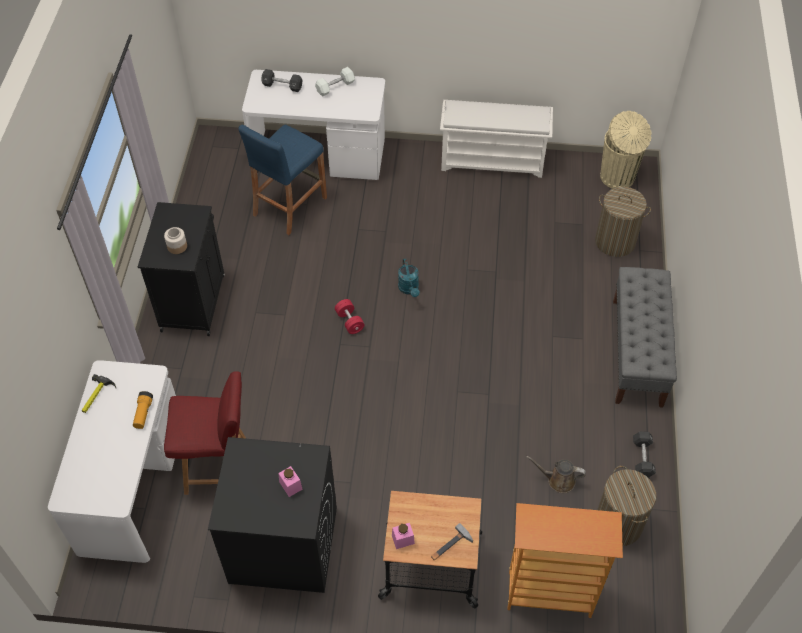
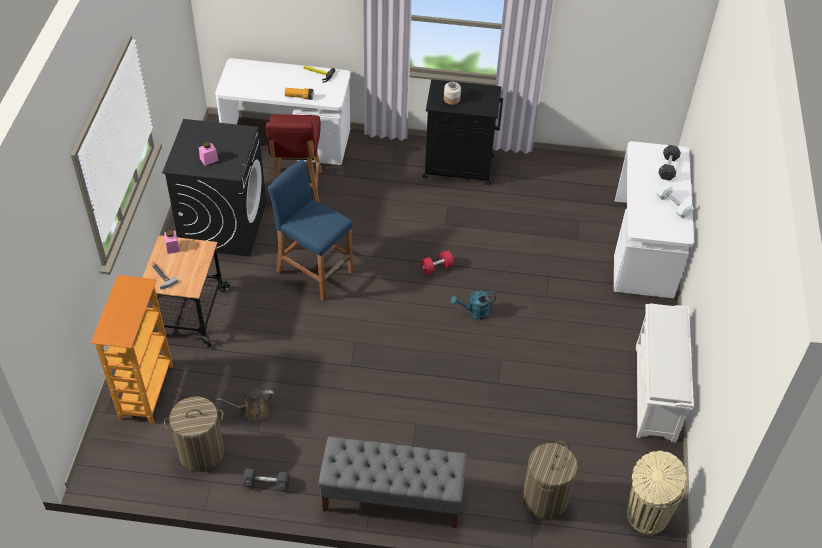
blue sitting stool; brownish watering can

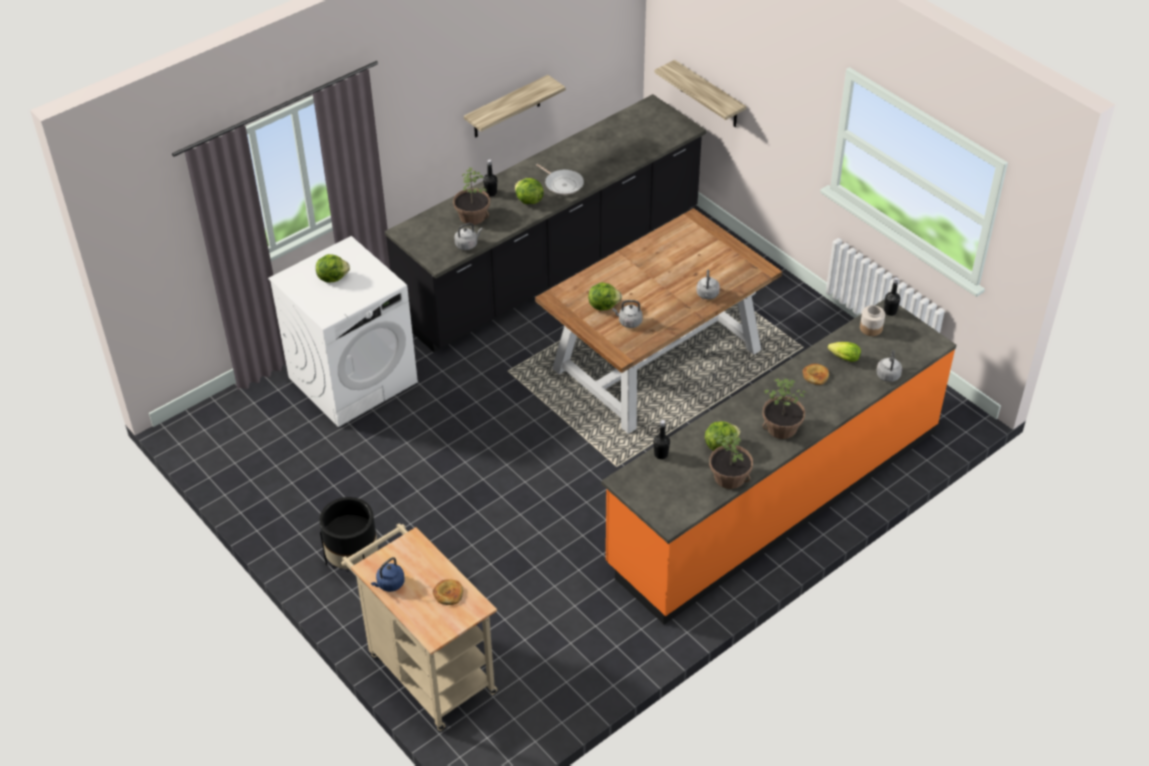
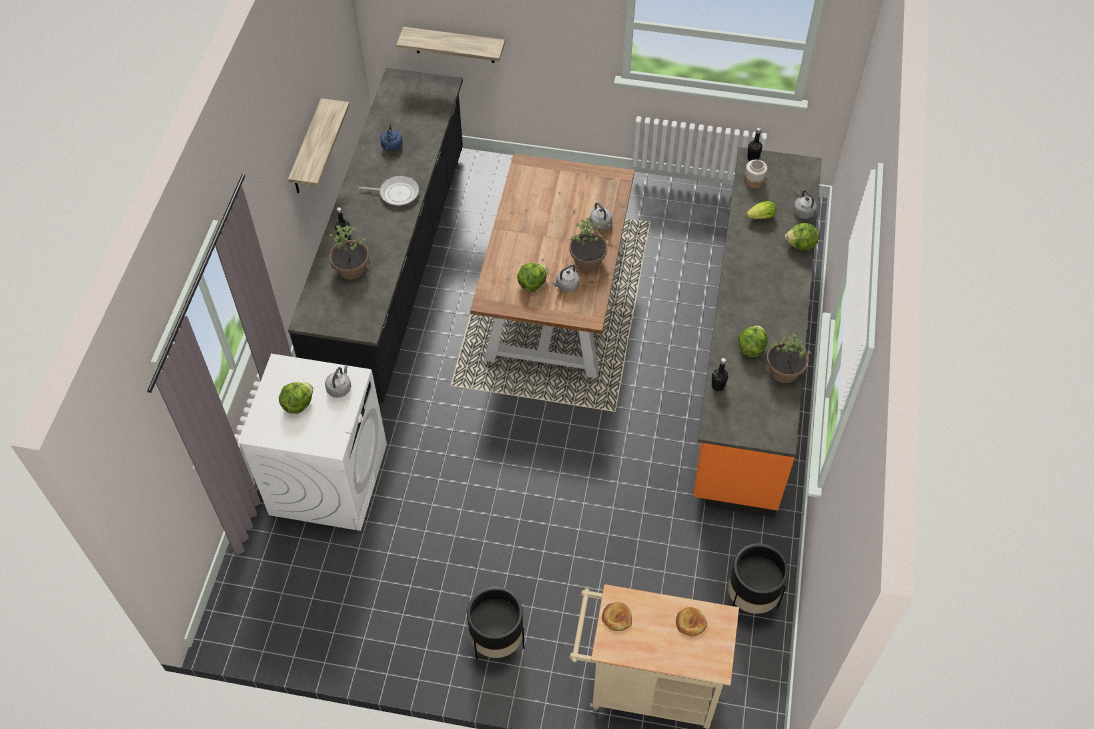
lettuce head (no. 5 from left); gray water kettle (no. 1 from left); bread (no. 1 from left); houseplant (no. 2 from left); blue water kettle; blackish plant pot (no. 2 from left)

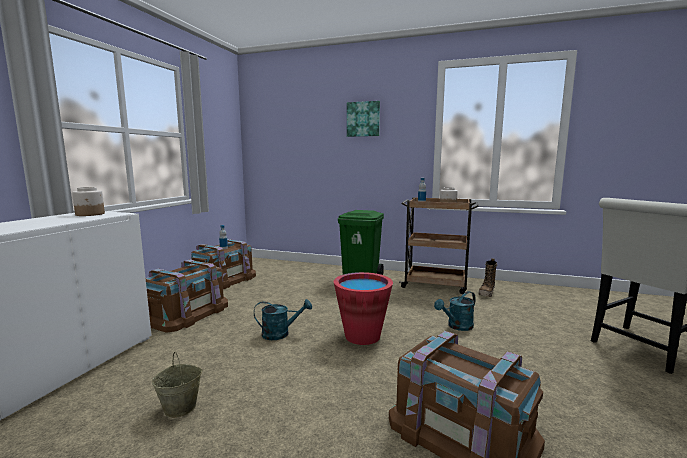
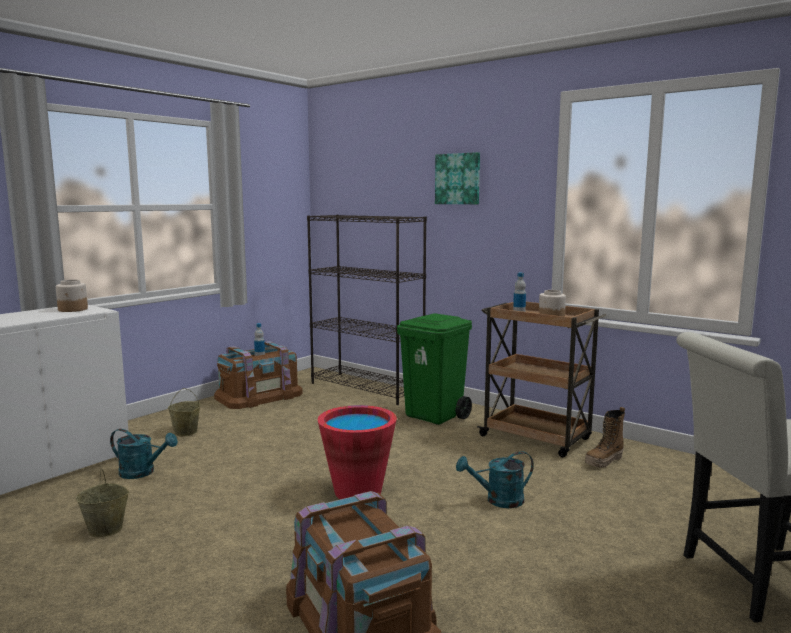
sand-coloured water bucket (no. 2 from left); blue-green watering can (no. 1 from left); blackish bookcase

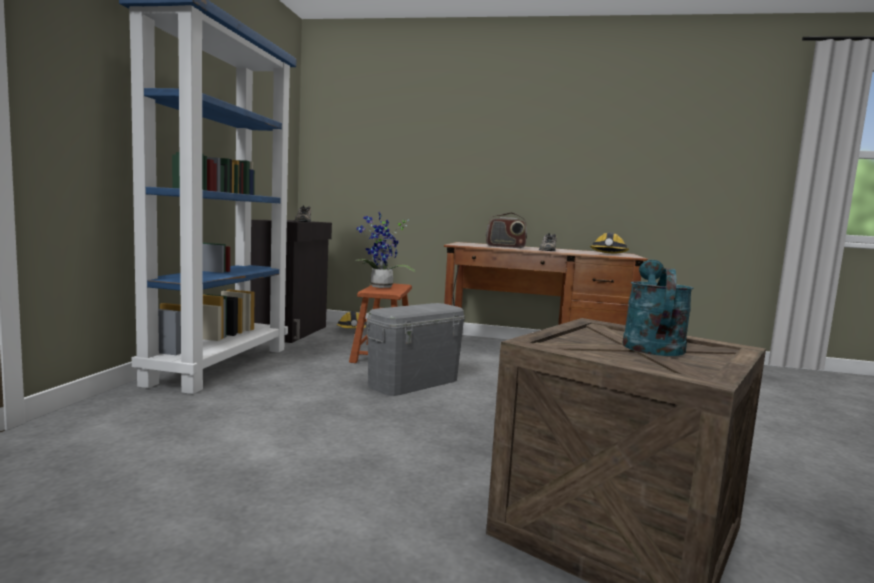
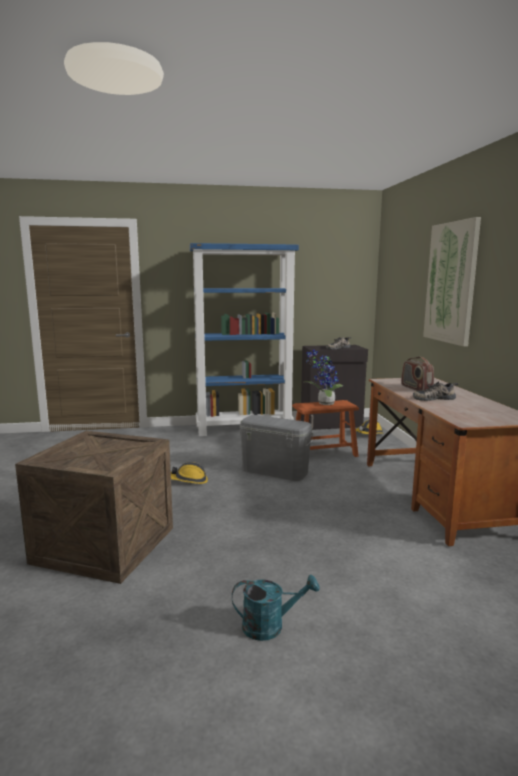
safety helmet (no. 1 from left); blue-green watering can; wall art

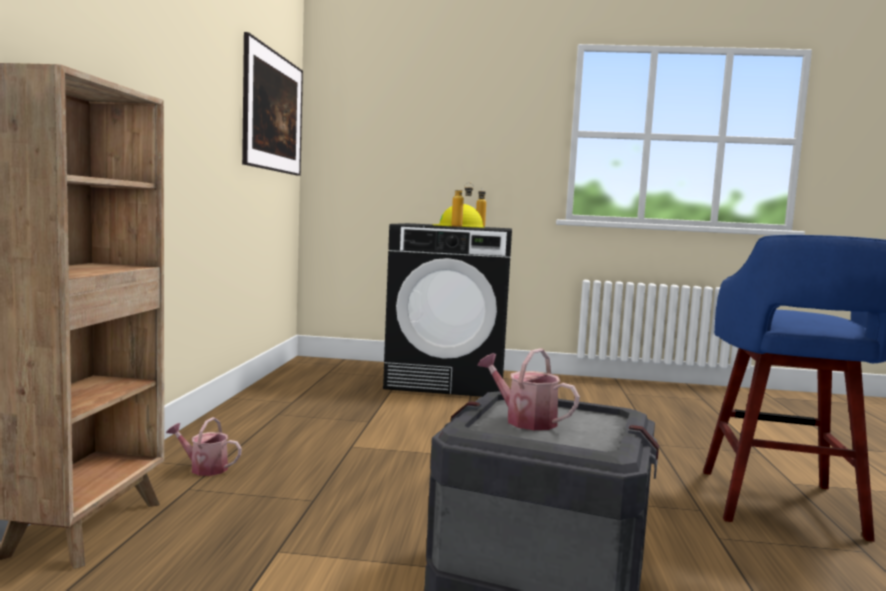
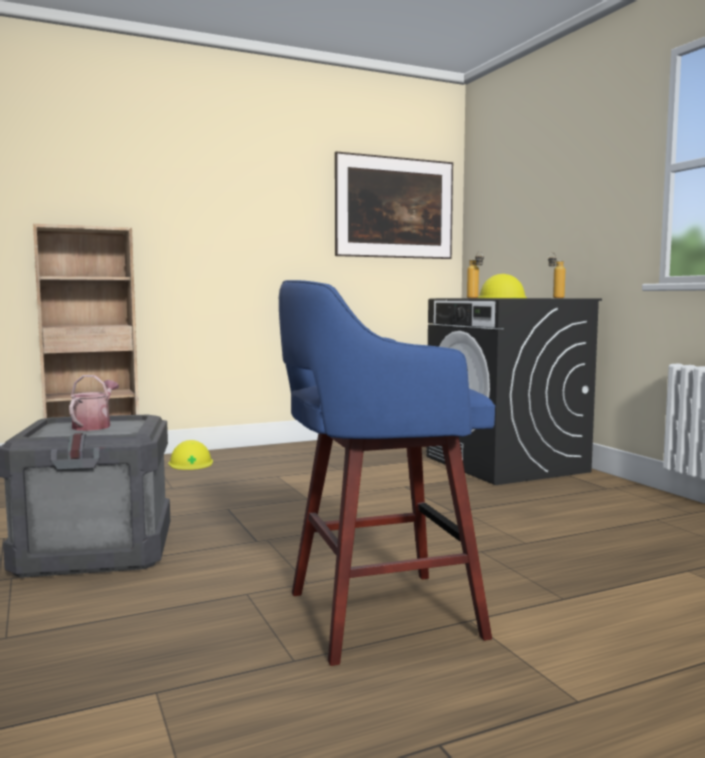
yellow safety helmet (no. 1 from left)

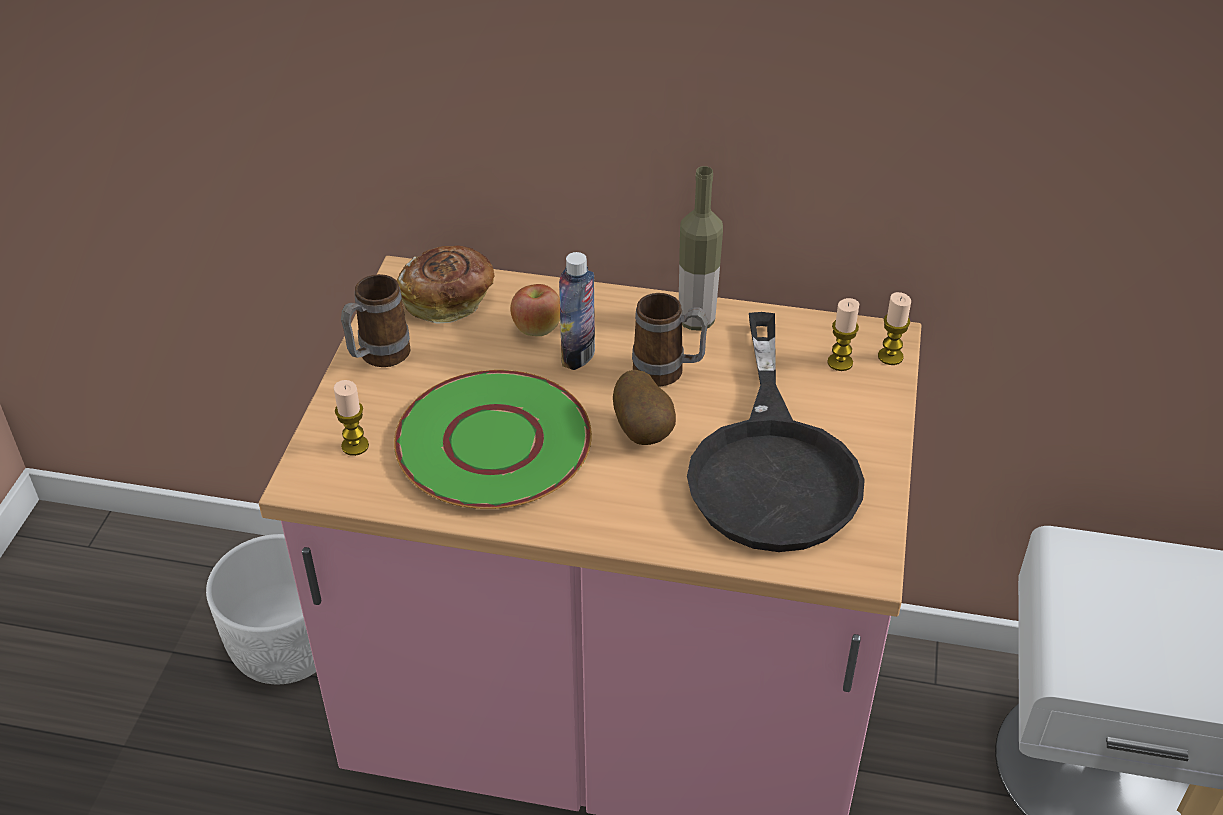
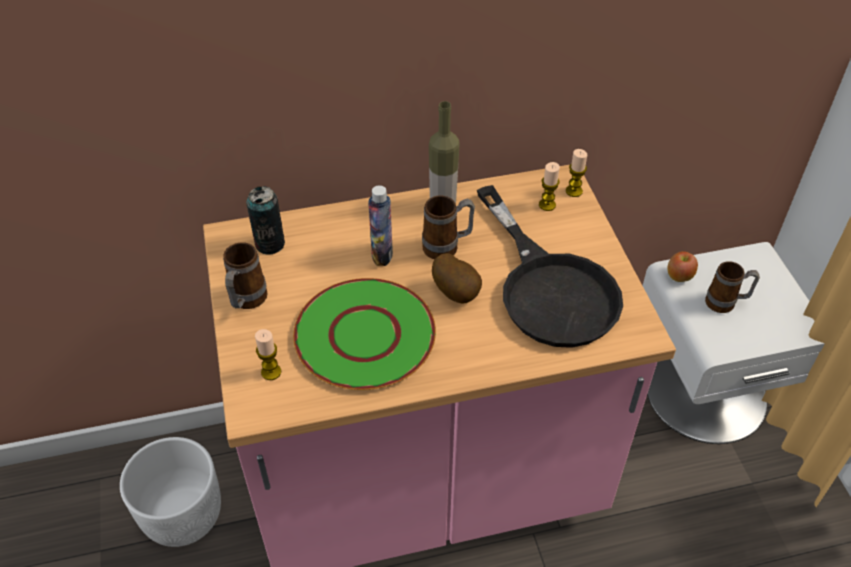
sealed can; apple fruit; tea mug (no. 3 from left)

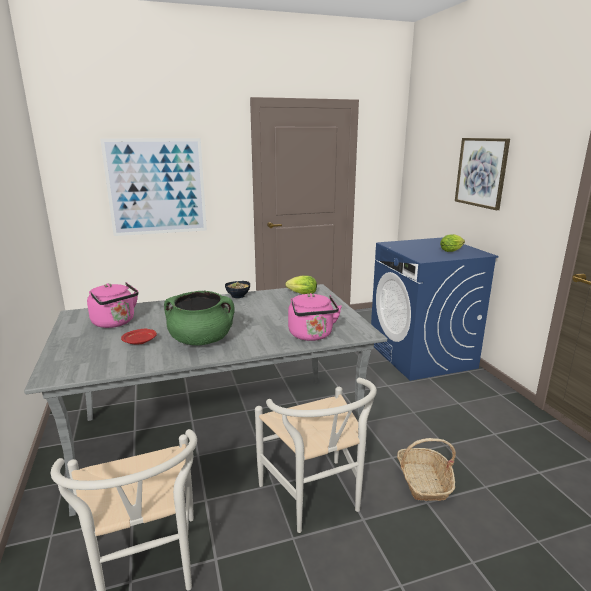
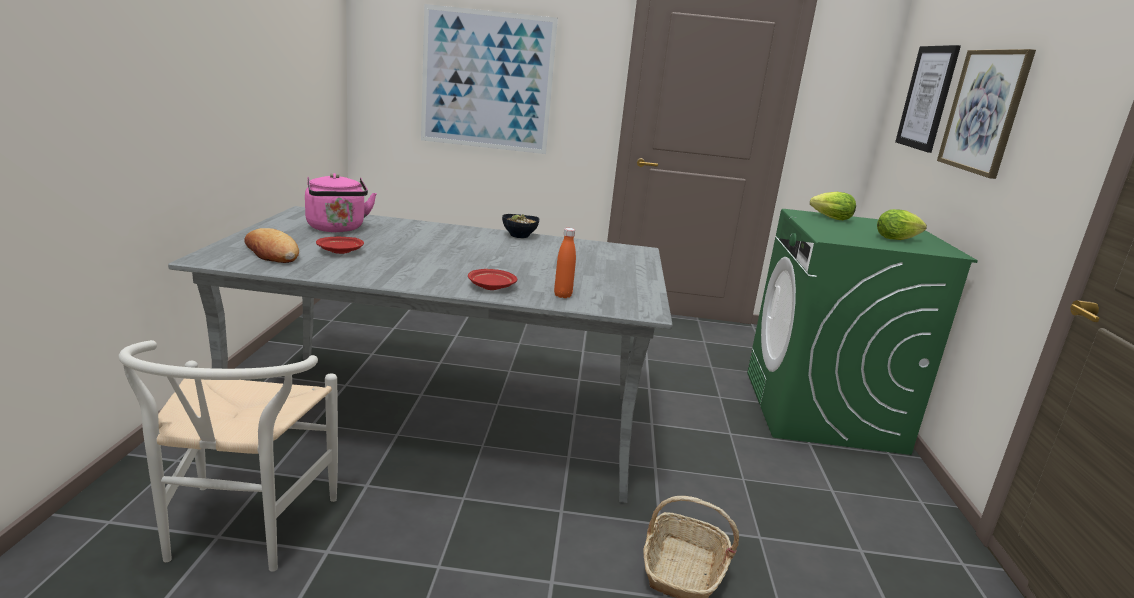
green-coloured laundry appliance; lettuce head (no. 1 from left); green-coloured cooking pot; orange-coloured bottle; whitish upright chair (no. 2 from left in the first image); wall art (no. 2 from left); bread; reddish dinner plate (no. 2 from left)

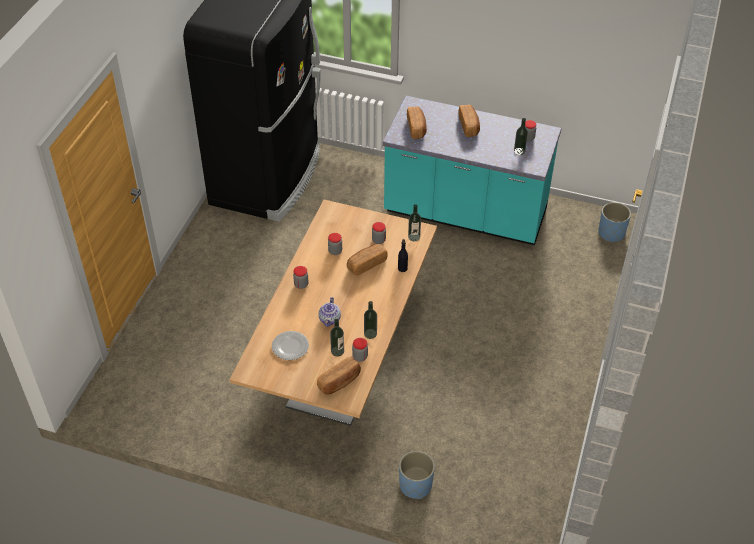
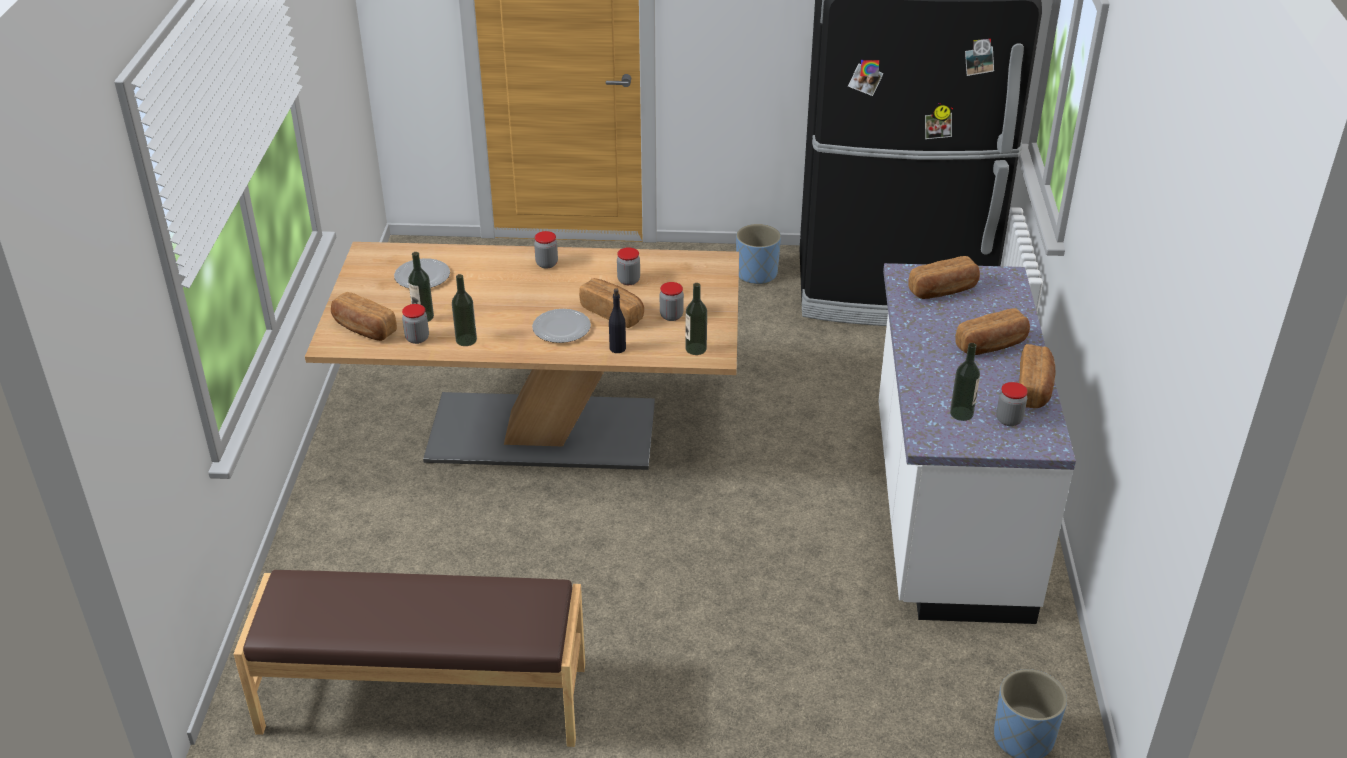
whitish counter; teapot; blue plant pot (no. 1 from left); dinner plate (no. 2 from left); bread (no. 5 from left); brownish long seat

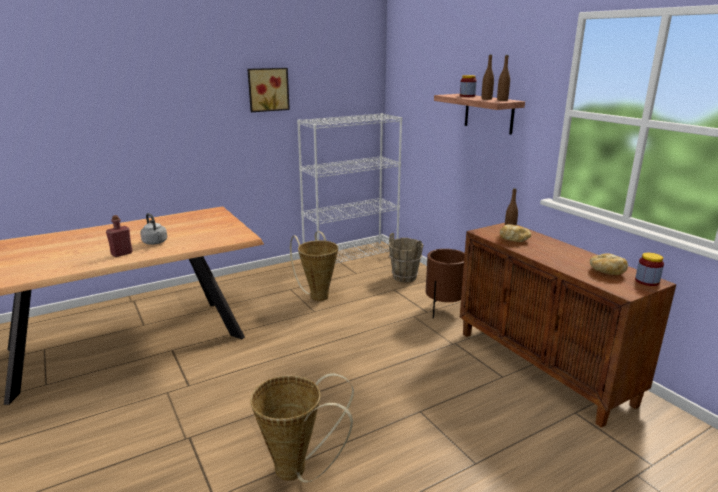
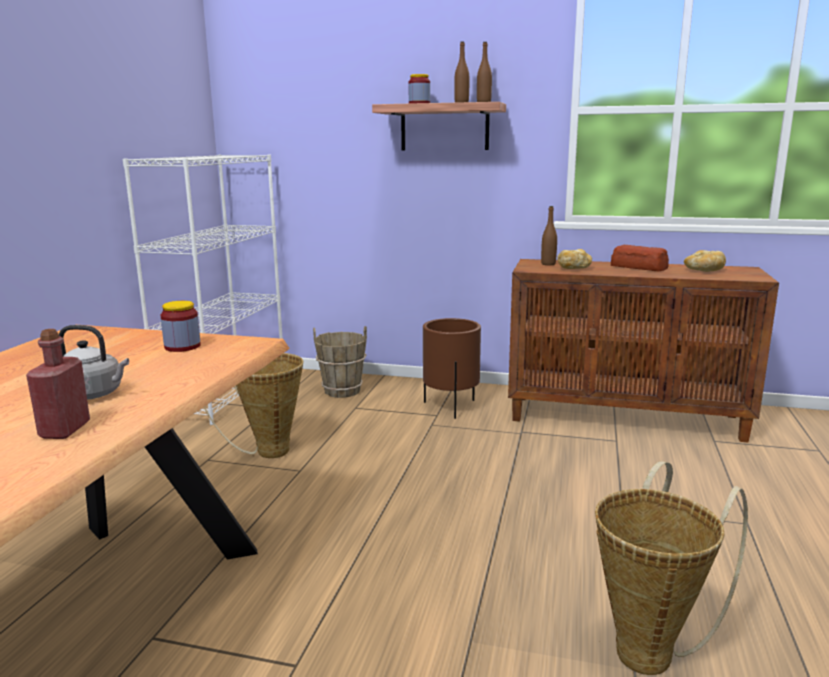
wall art; jar (no. 1 from left); bread (no. 2 from left)

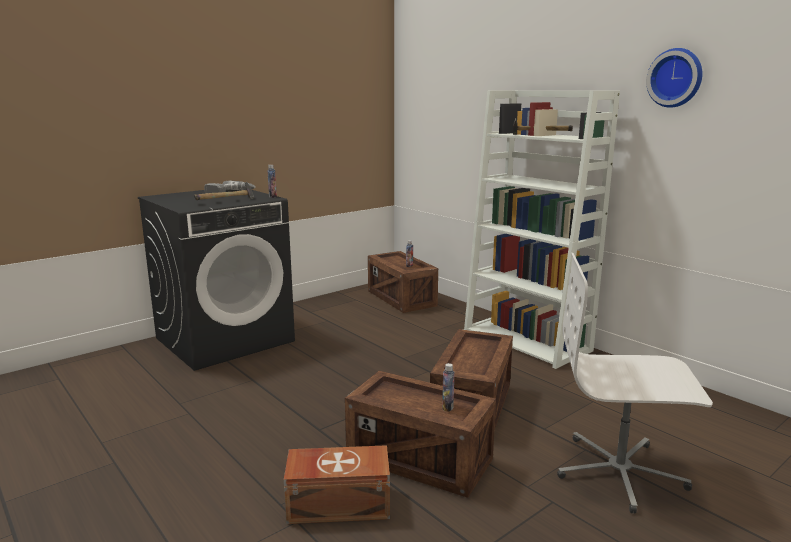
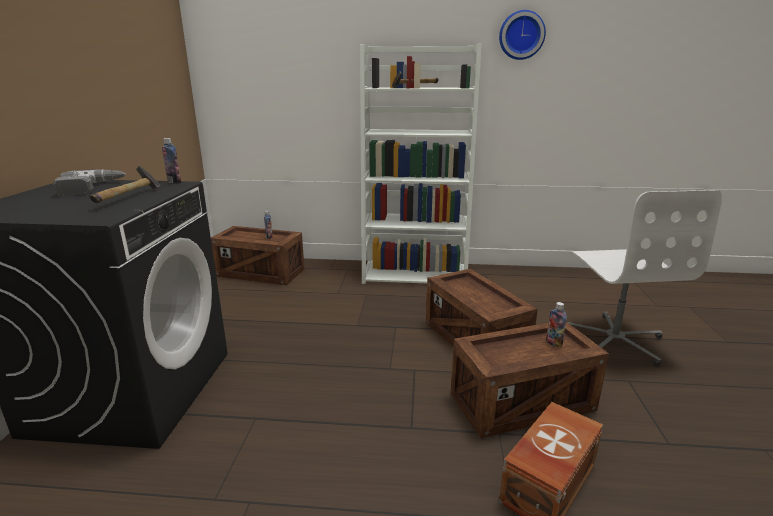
whitish office chair

